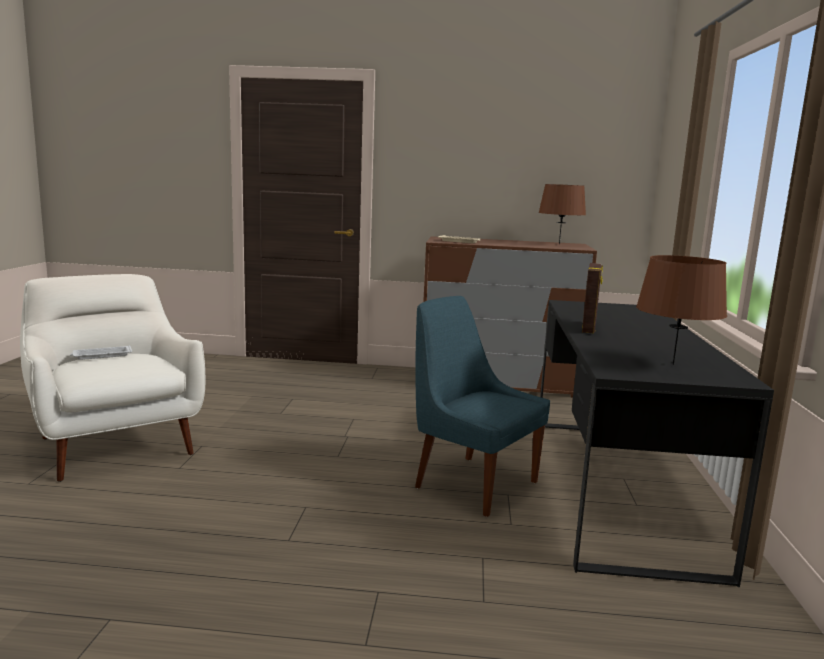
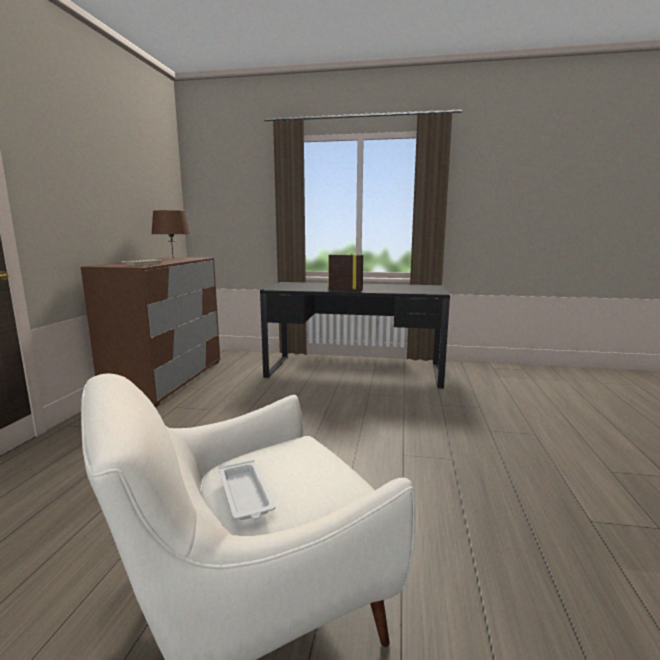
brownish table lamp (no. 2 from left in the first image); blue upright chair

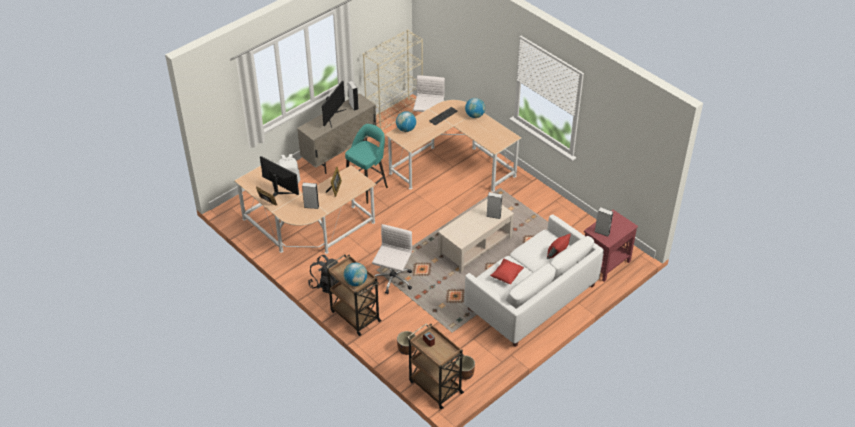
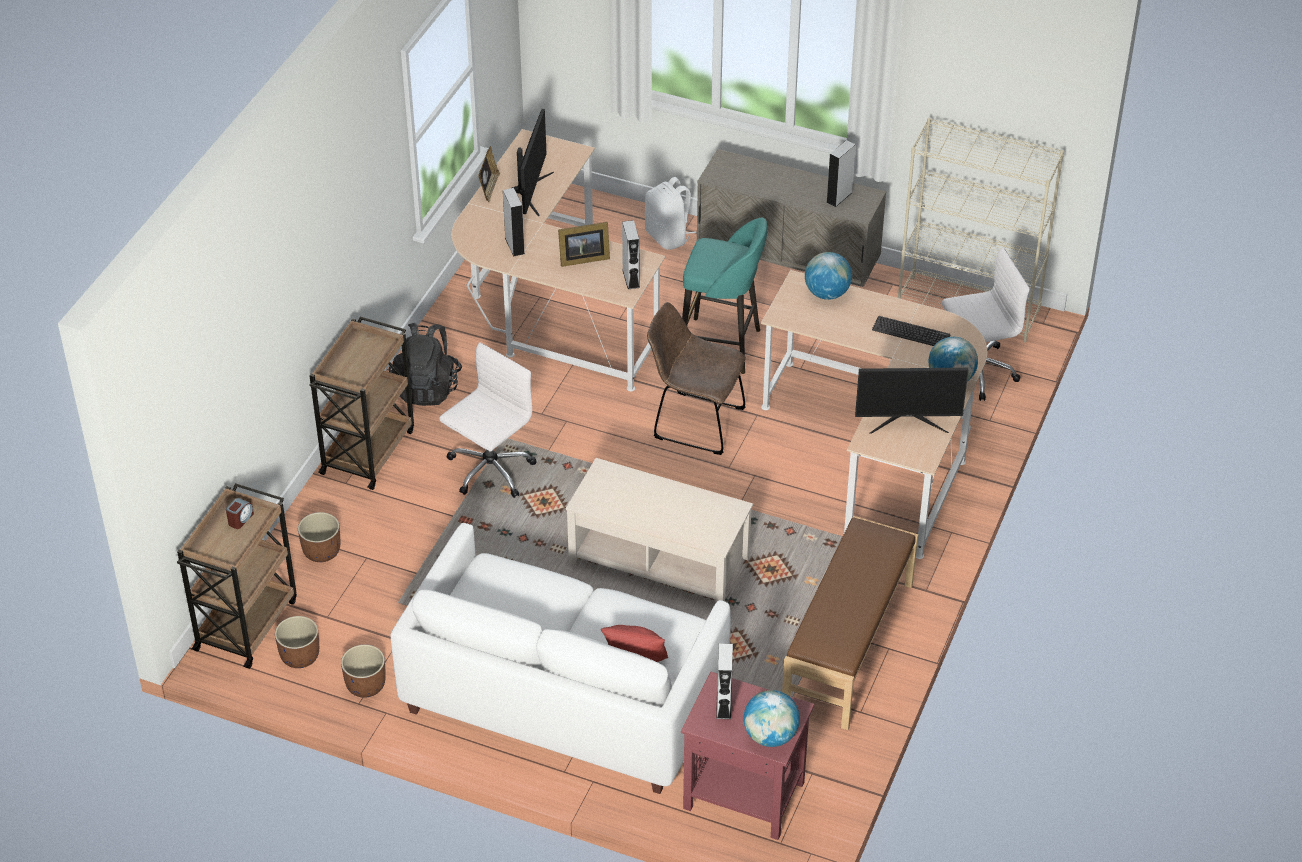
monitor (no. 2 from left); gray loudspeaker (no. 2 from left); whitish office chair (no. 1 from left); reddish pillow (no. 1 from left in the first image); globe (no. 1 from left); brownish upright chair; brownish long seat; brownish plant pot (no. 3 from left)

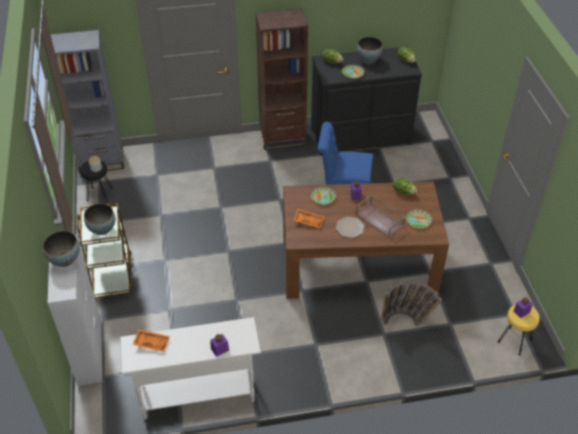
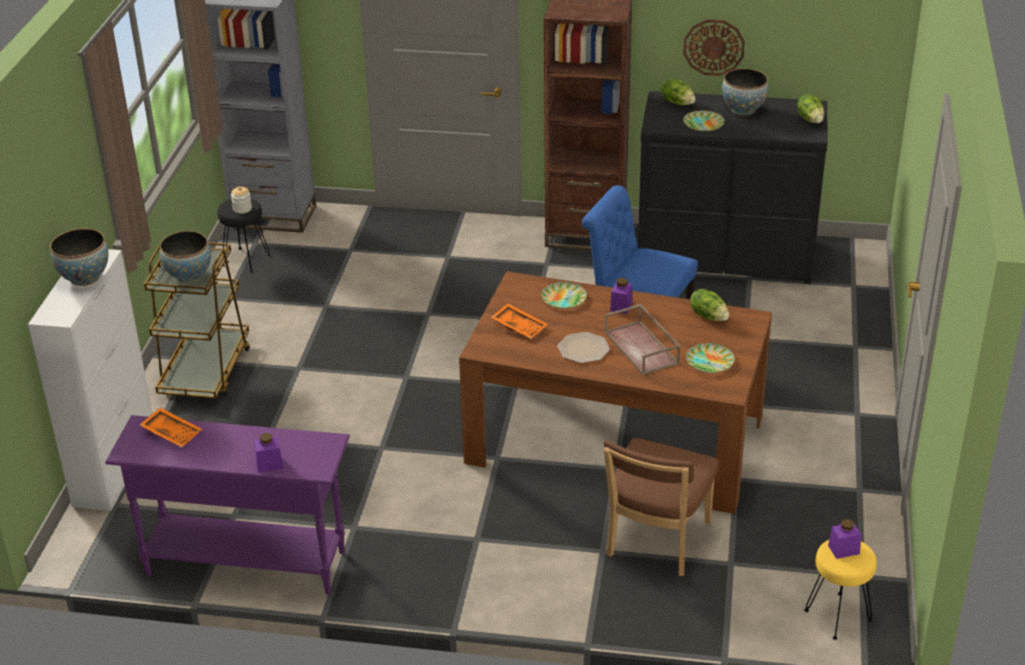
brownish upright chair; purple narrow table; hanging clock

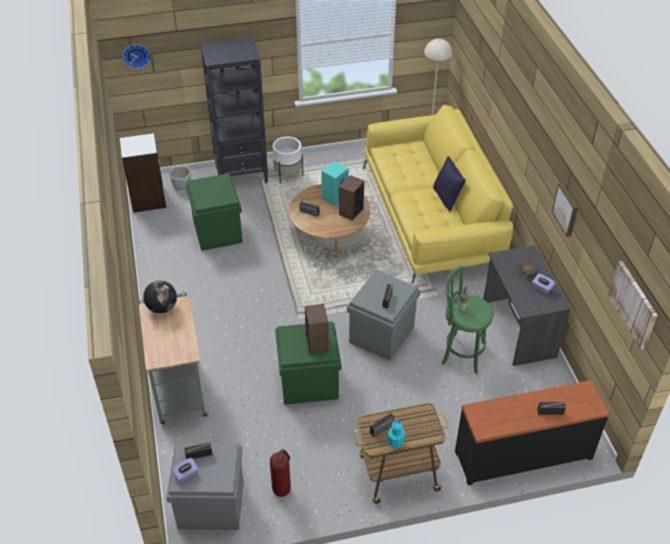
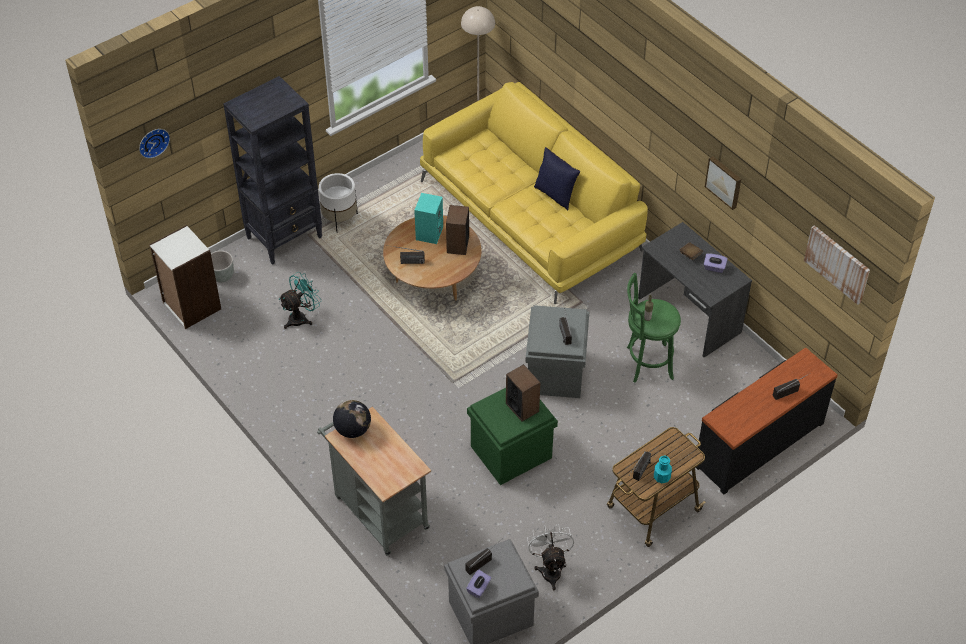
blue-green electric fan; whitish electric fan

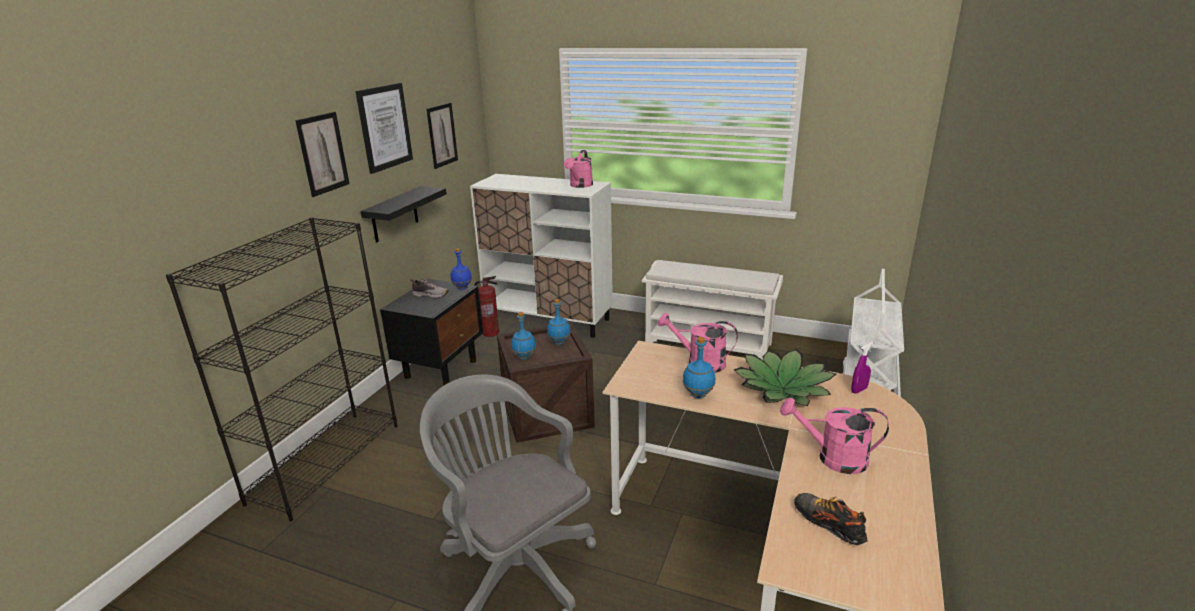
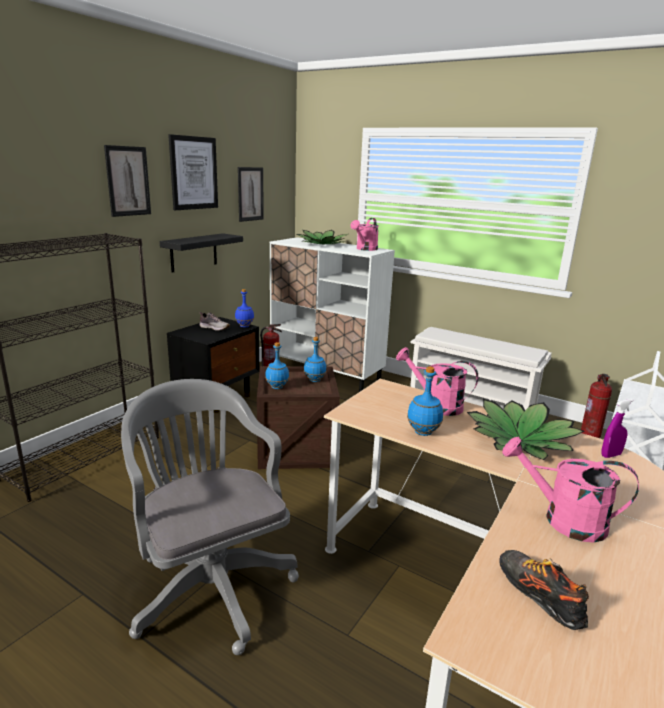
houseplant (no. 1 from left); extinguisher (no. 2 from left)

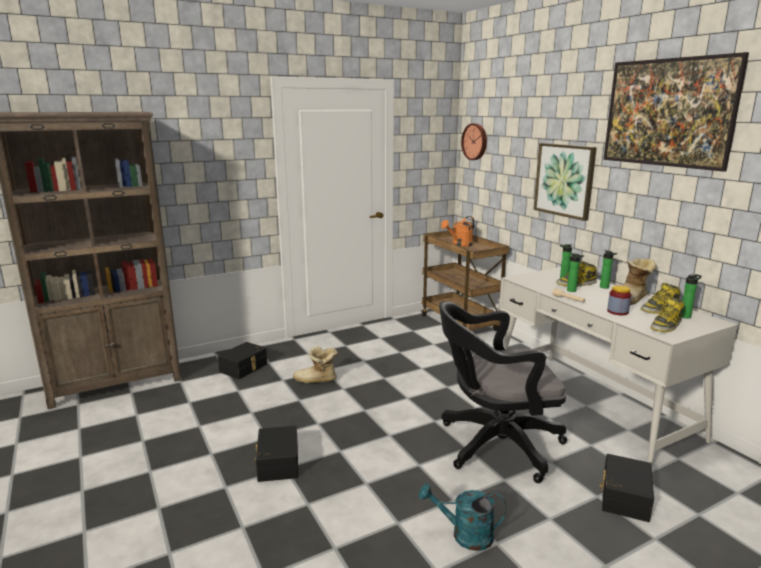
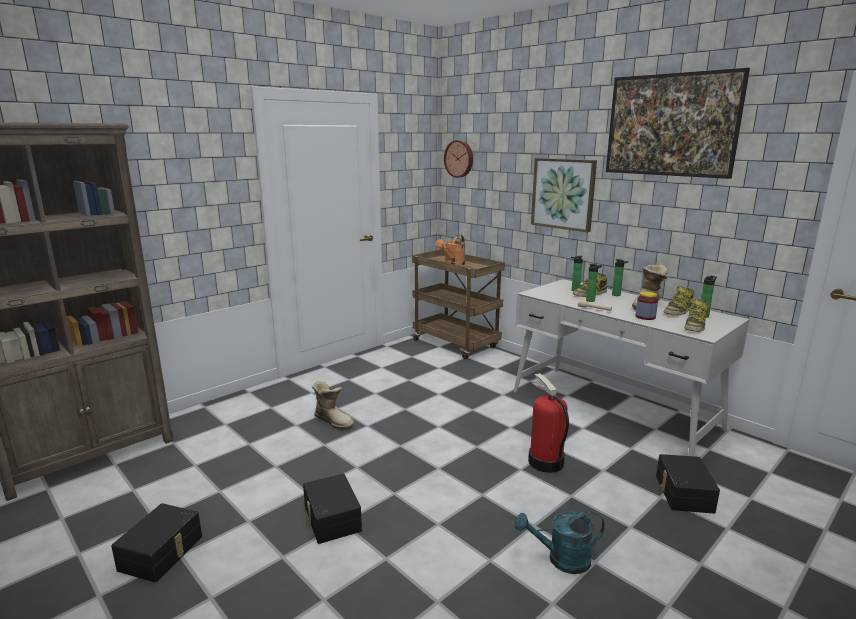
extinguisher; blackish storage bin (no. 1 from left); boot (no. 1 from left)

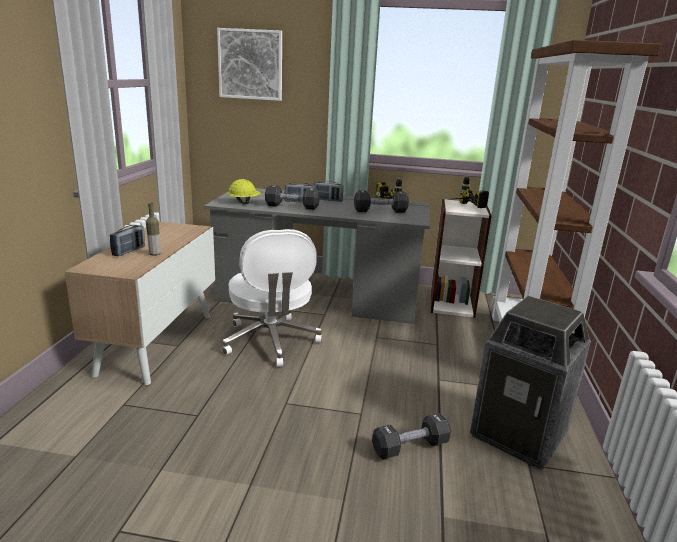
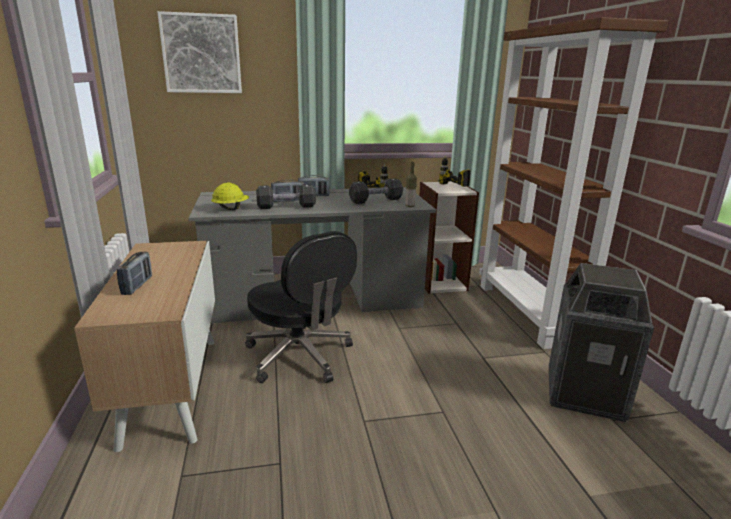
bottle; blackish office chair; blackish dumbbell (no. 3 from left in the first image)

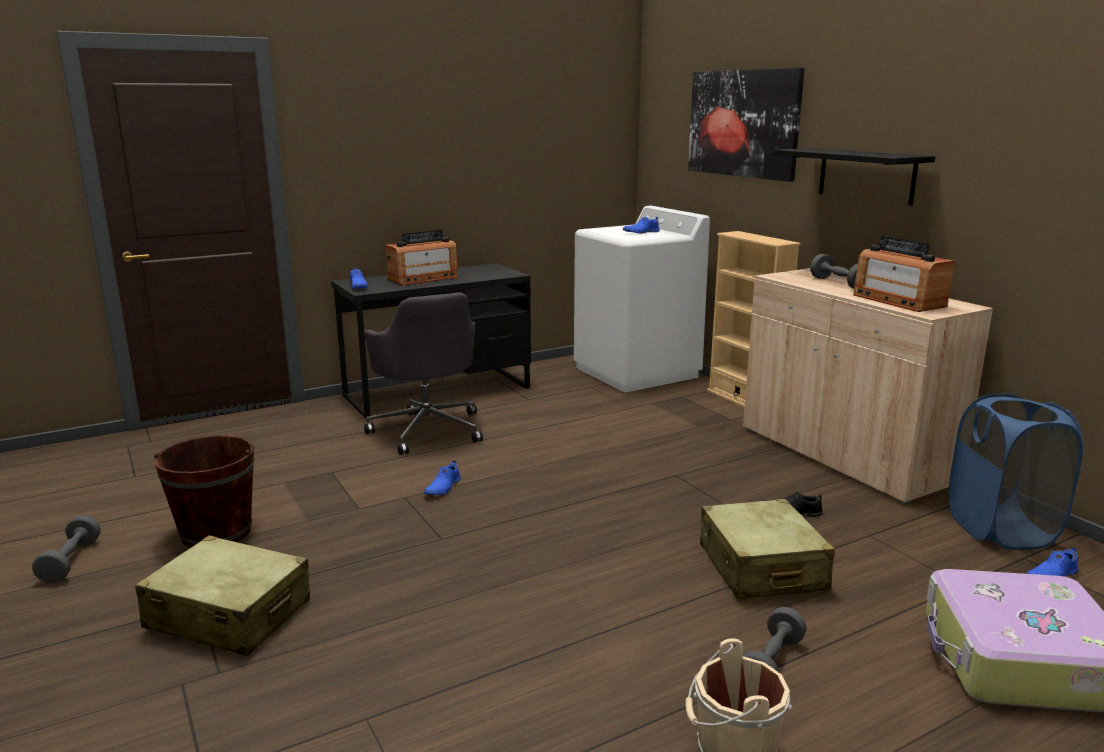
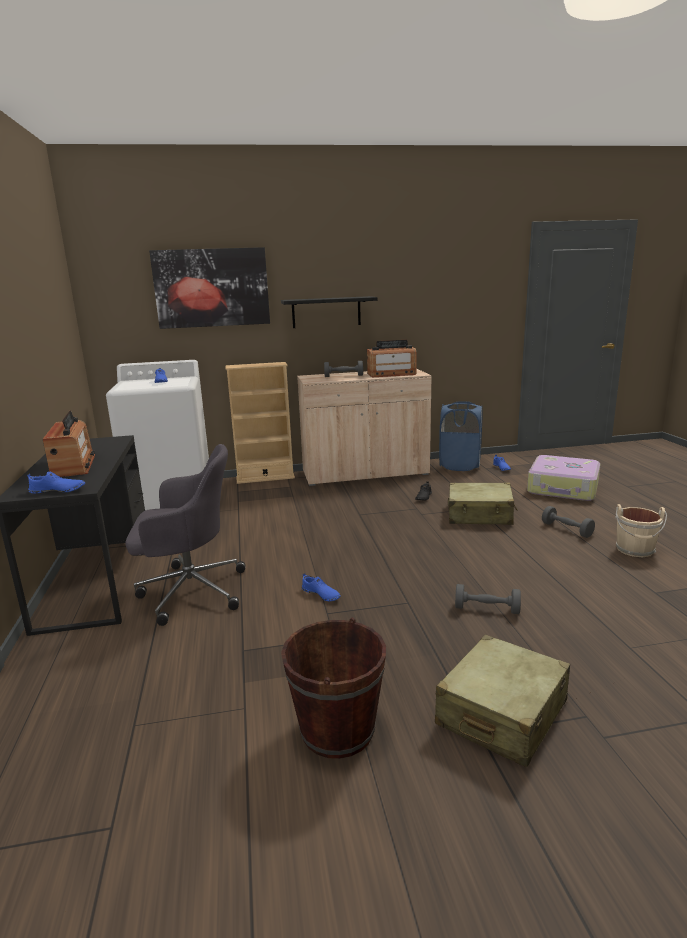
gray dumbbell (no. 2 from left)

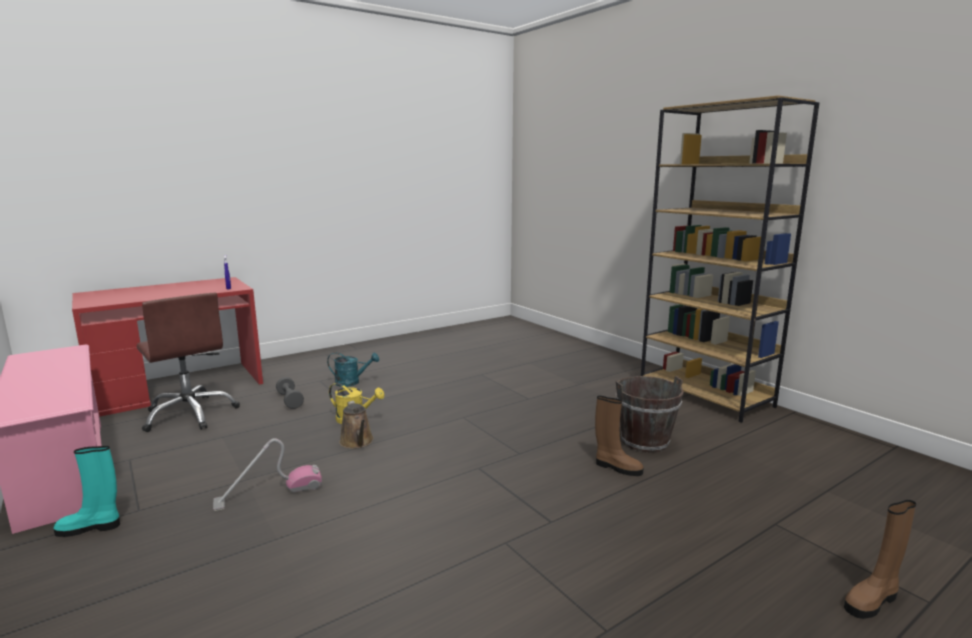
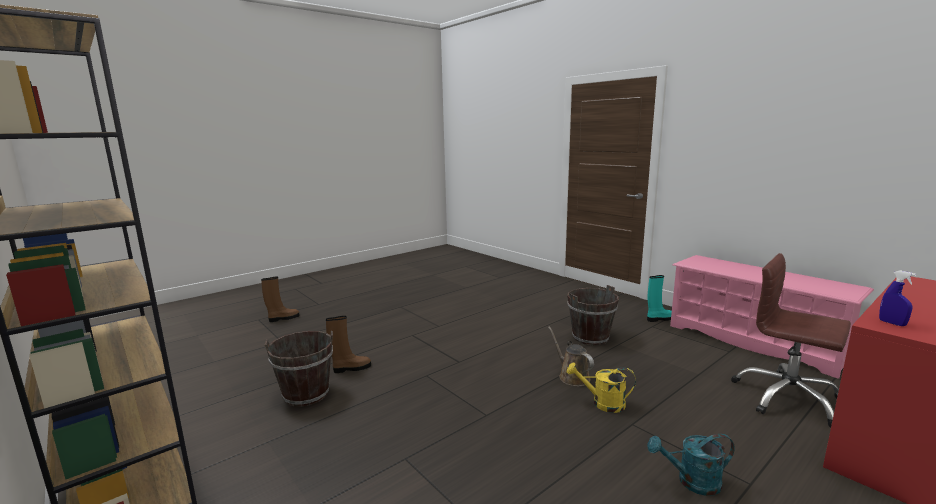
gray dumbbell; brownish boot (no. 2 from left); brownish water bucket (no. 2 from left)

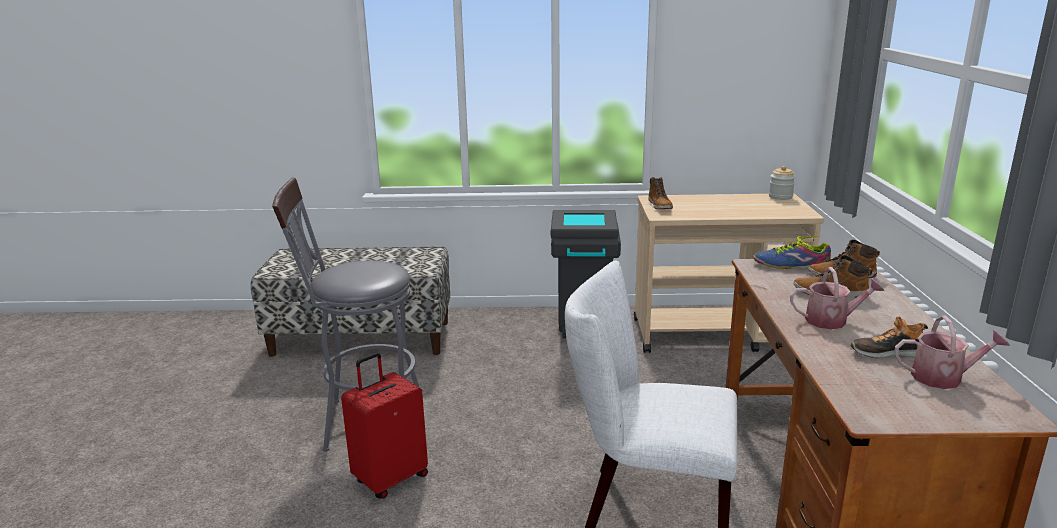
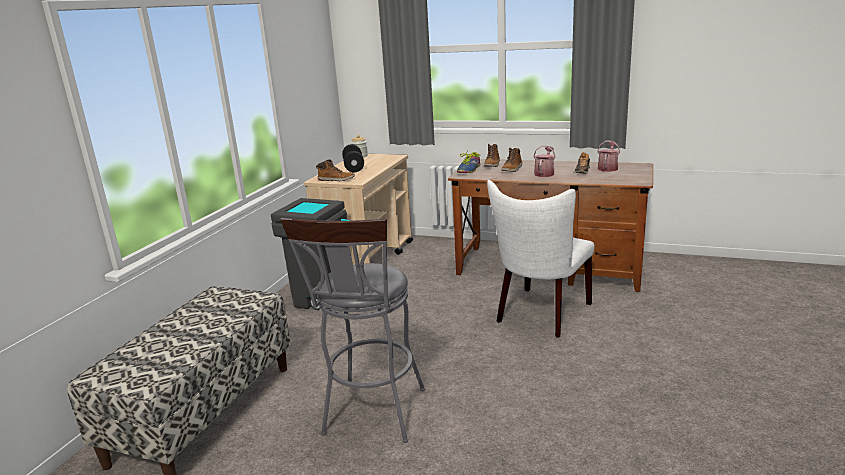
reddish travel case; blackish dumbbell

